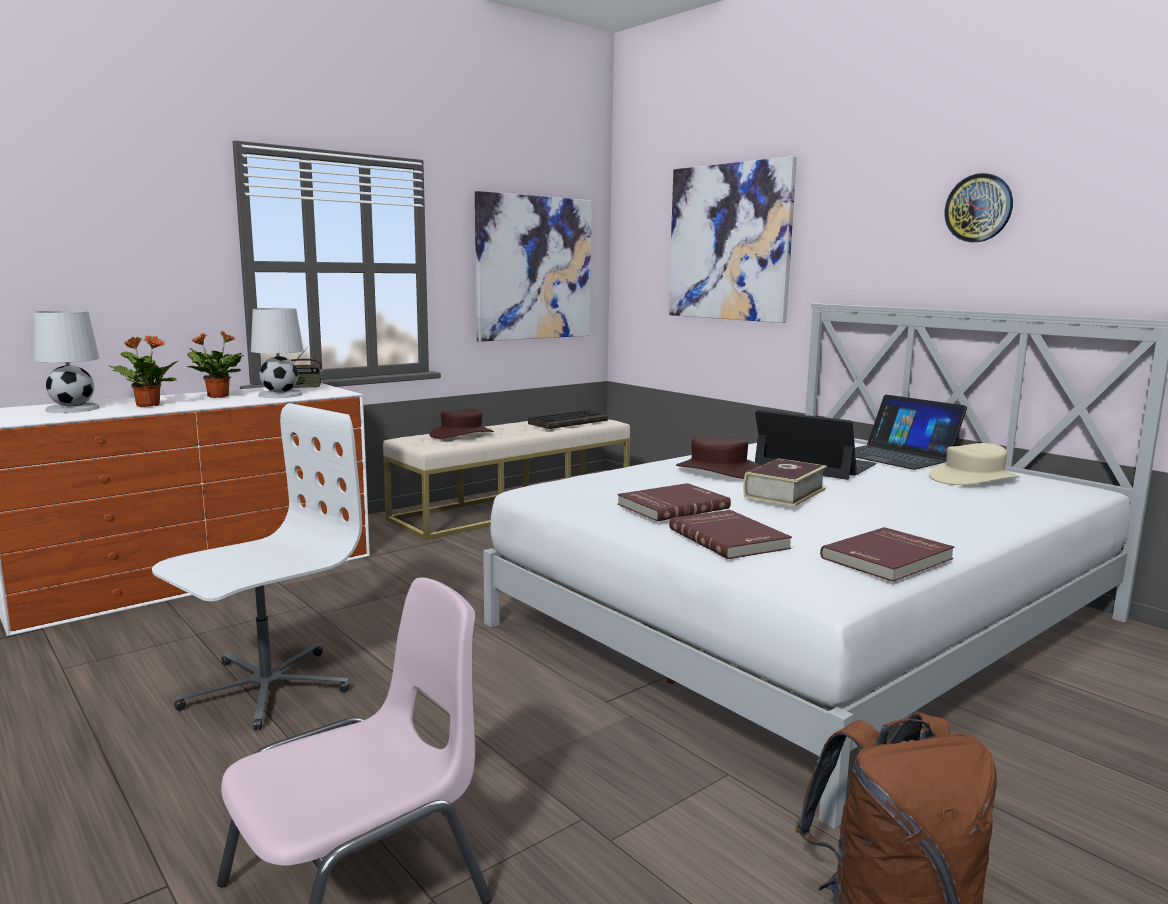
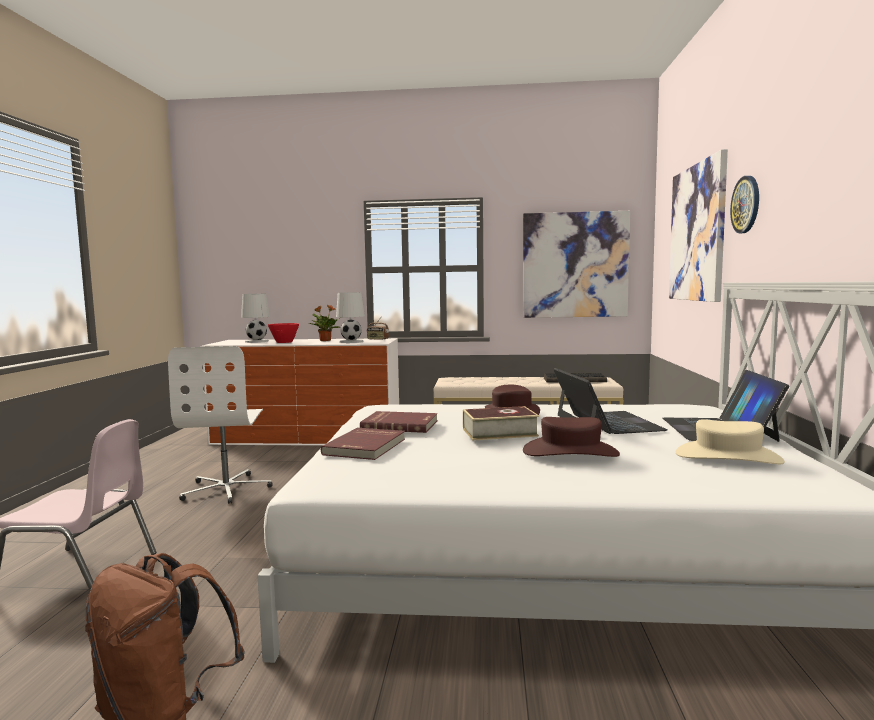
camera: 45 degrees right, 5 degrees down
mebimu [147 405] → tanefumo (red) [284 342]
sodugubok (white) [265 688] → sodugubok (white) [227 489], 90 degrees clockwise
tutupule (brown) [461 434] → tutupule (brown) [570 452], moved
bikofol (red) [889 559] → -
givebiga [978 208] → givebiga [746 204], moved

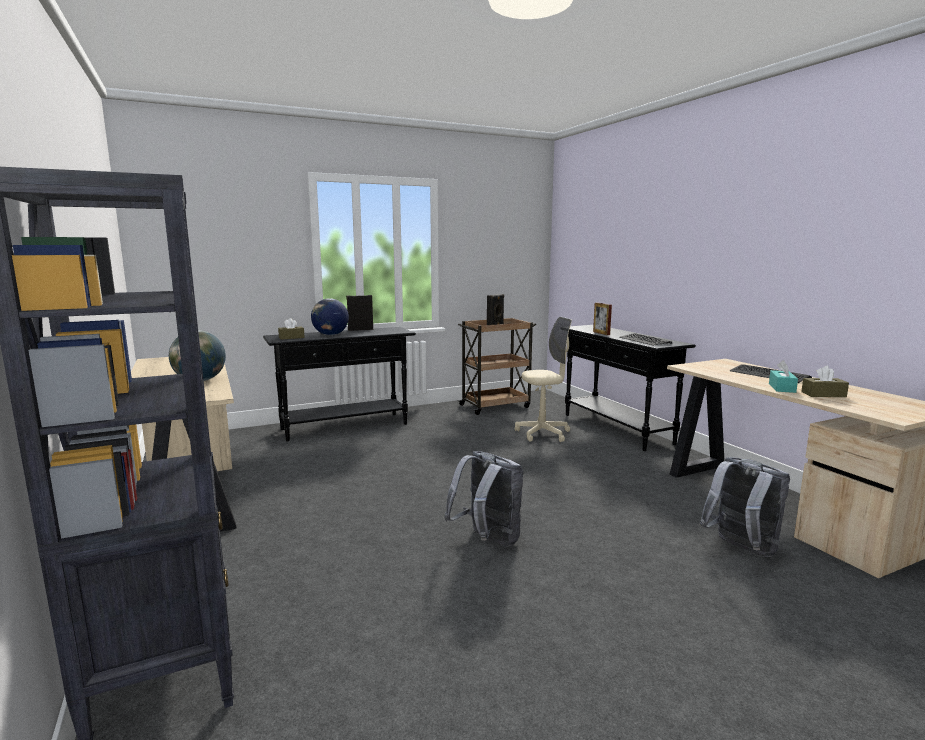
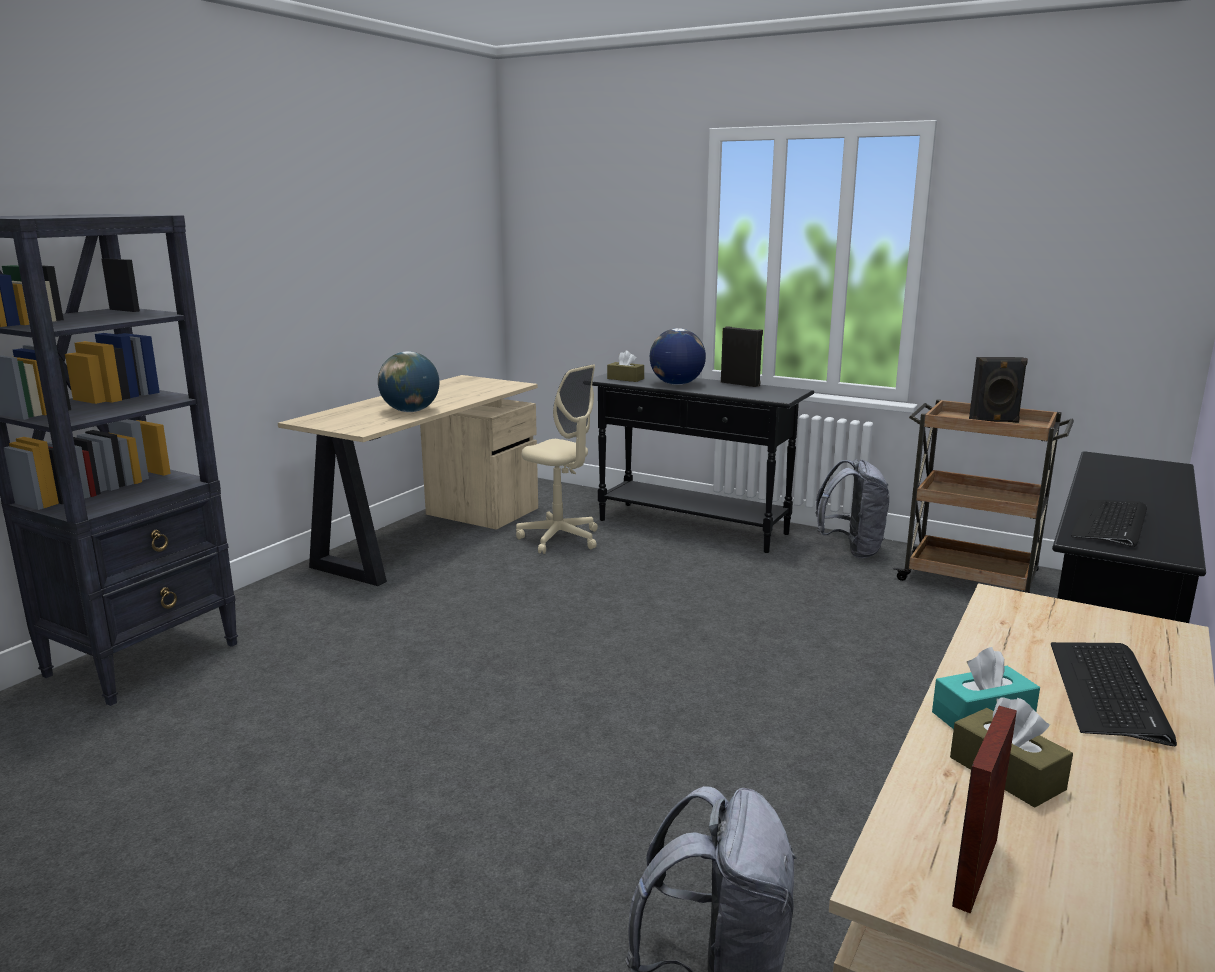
camera: 55 degrees right, 5 degrees up
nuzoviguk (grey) [487 540] → nuzoviguk (grey) [851 550], moved
sodugubok (beige) [543 434] → sodugubok (beige) [560 539], moved
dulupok [601 333] → dulupok [975 871], moved

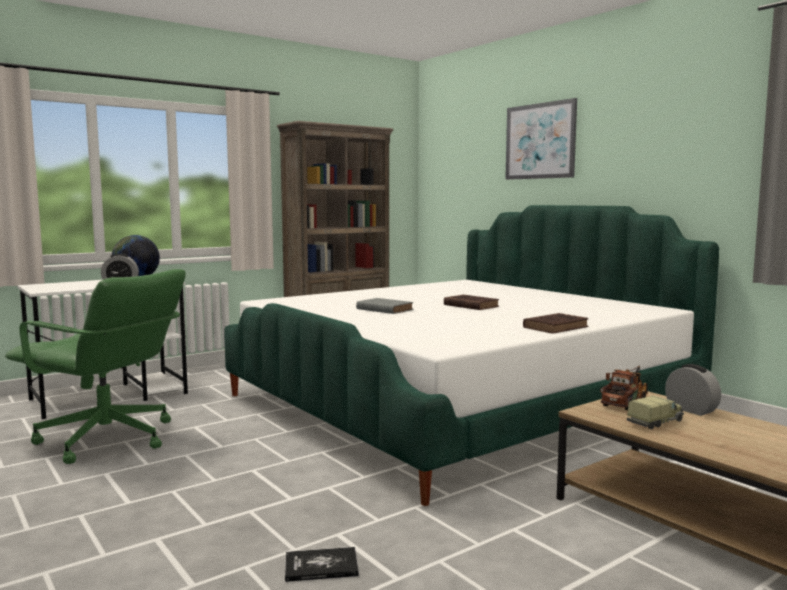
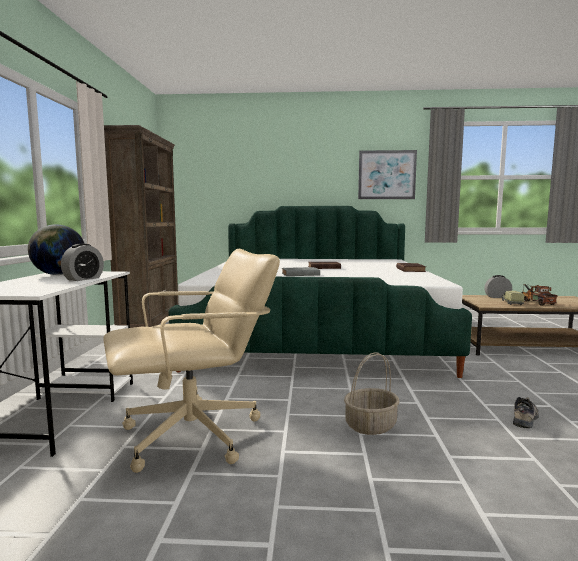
camera: 50 degrees left, 0 degrees up
sodugubok (green) [107 440] → sodugubok (beige) [194 435]
bikofol [321 566] → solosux [526 418]
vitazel [540 141] → vitazel [386 175], moved
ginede [626 401] → ginede [536 302], moved
- → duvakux [370 425]

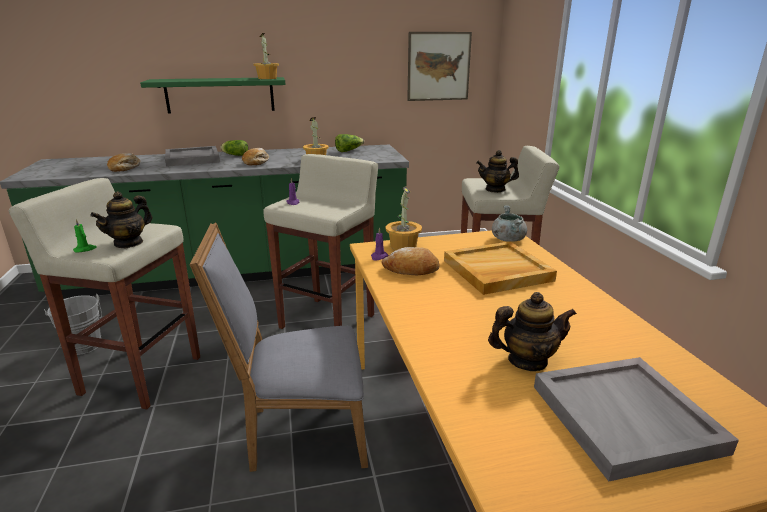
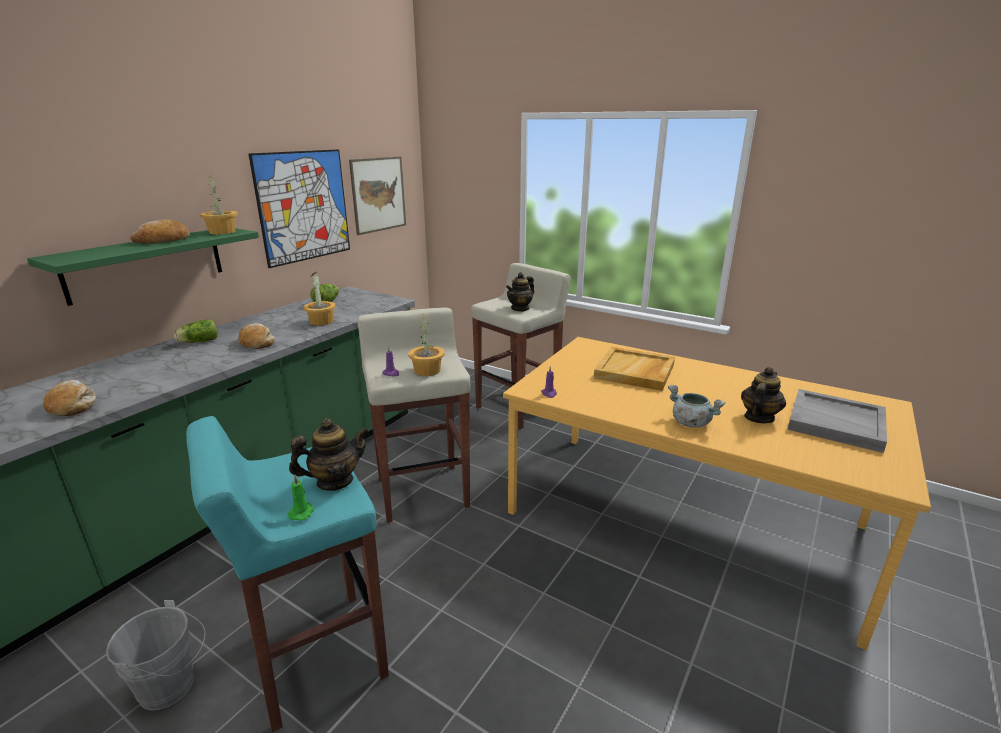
camera: 45 degrees left, 0 degrees up
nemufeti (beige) [140 375] → nemufeti (turquoise) [315 657]
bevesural [129 243] → bevesural [334 481], 105 degrees counterclockwise
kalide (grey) [192 159] → -
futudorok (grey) [300 432] → -
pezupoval [411 269] → pezupoval [163 240], moved
mebimu [402 245] → mebimu [427 370], moved
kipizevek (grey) [508 239] → kipizevek (grey) [690 423], moved
- → vitazel [304 206]

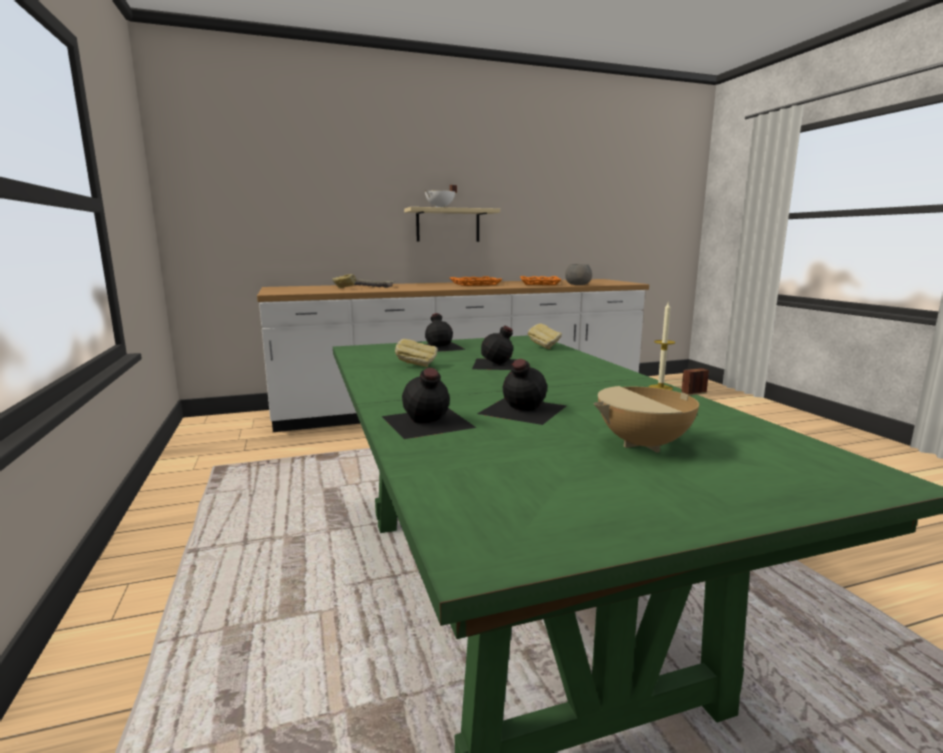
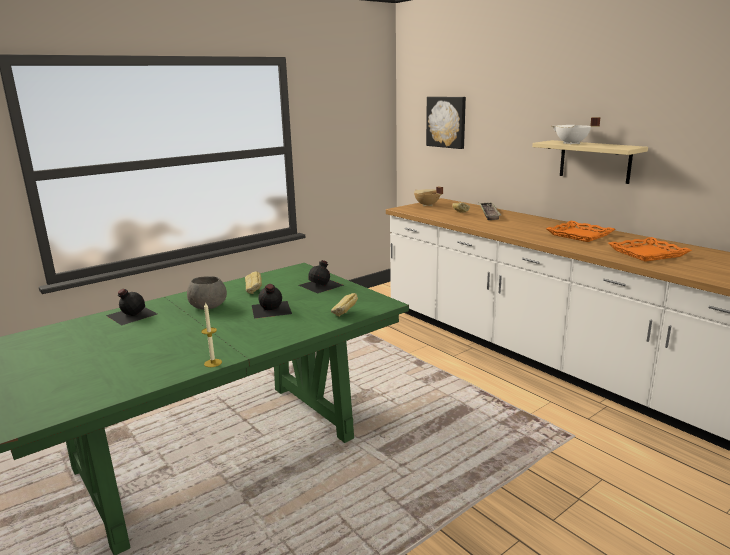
camera: 70 degrees right, 5 degrees up
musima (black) [521 409] → -
tanefumo (grey) [577 284] → tanefumo (grey) [207 306], moved
kipizevek (beige) [645 445] → kipizevek (beige) [427 205], moved
- → vitazel [447 122]

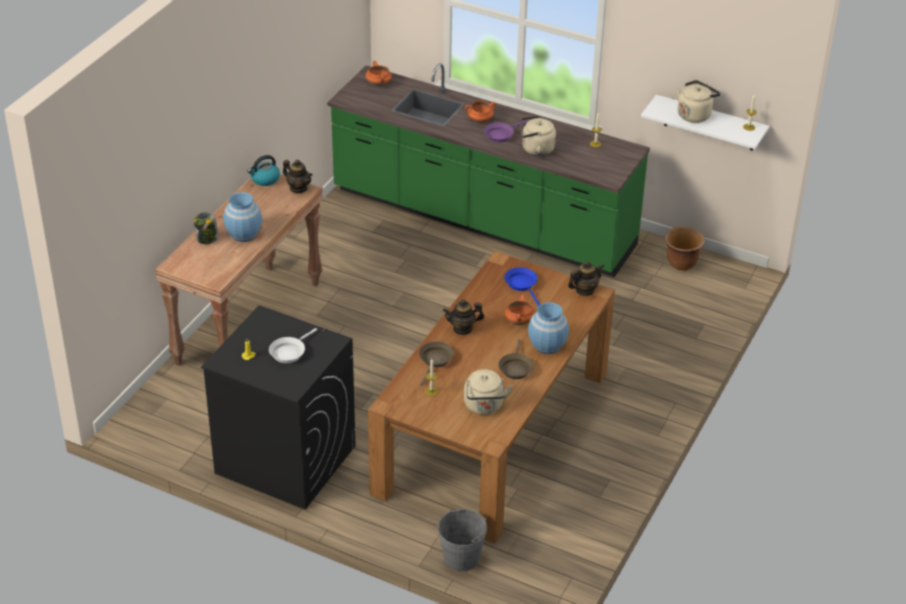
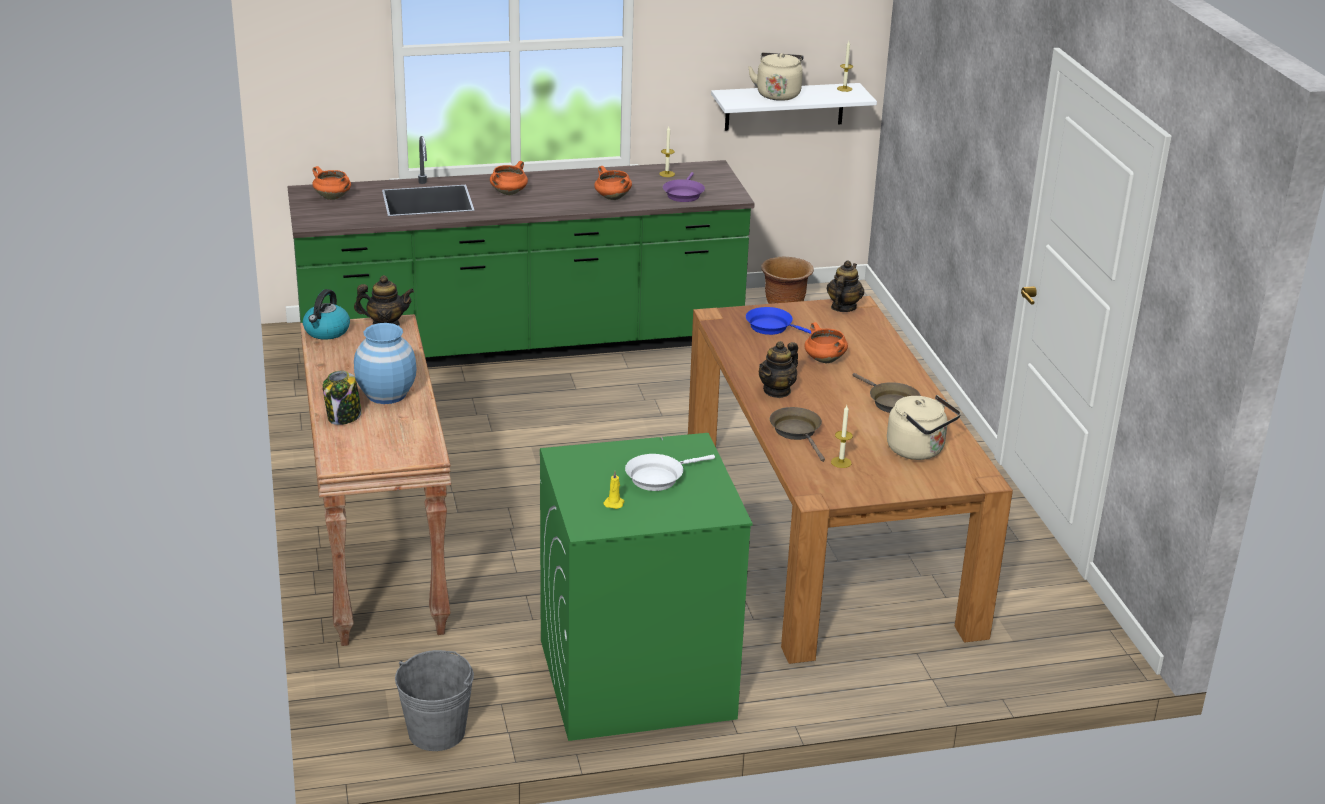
camera: 40 degrees left, 10 degrees down
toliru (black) [284 459] → toliru (green) [635 679]
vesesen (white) [289 352] → vesesen (white) [658 477], 60 degrees clockwise
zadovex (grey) [461 558] → zadovex (grey) [437 732], moved
vesesen (purple) [500 135] → vesesen (purple) [683 194], moved
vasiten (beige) [535 149] → kipizevek (orange) [612 198]
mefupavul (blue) [547 345] → -

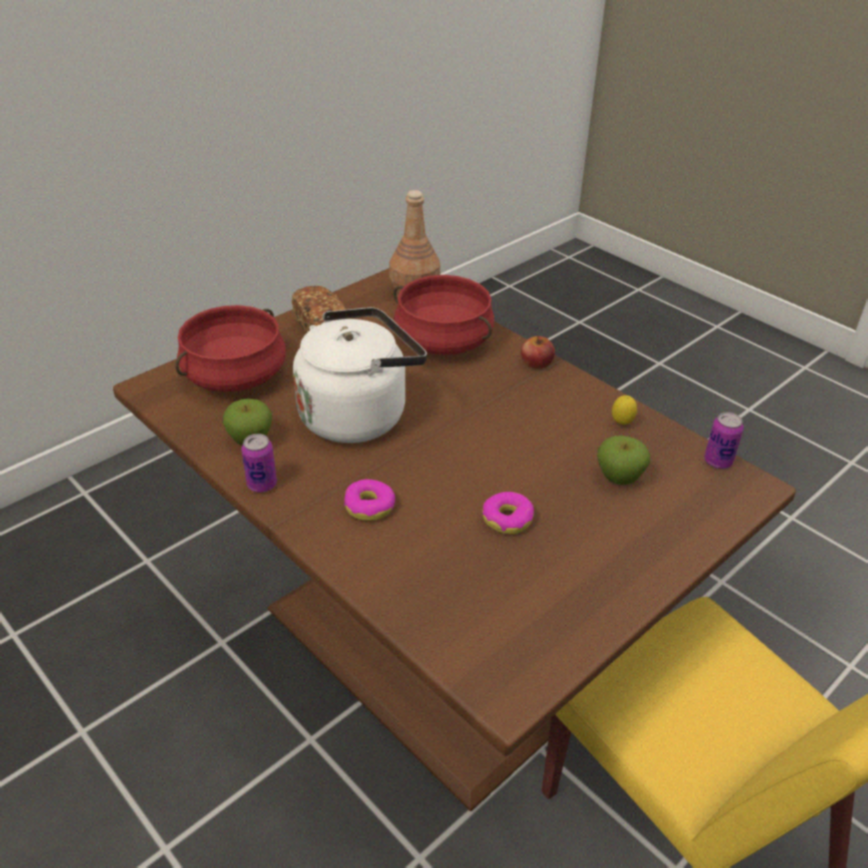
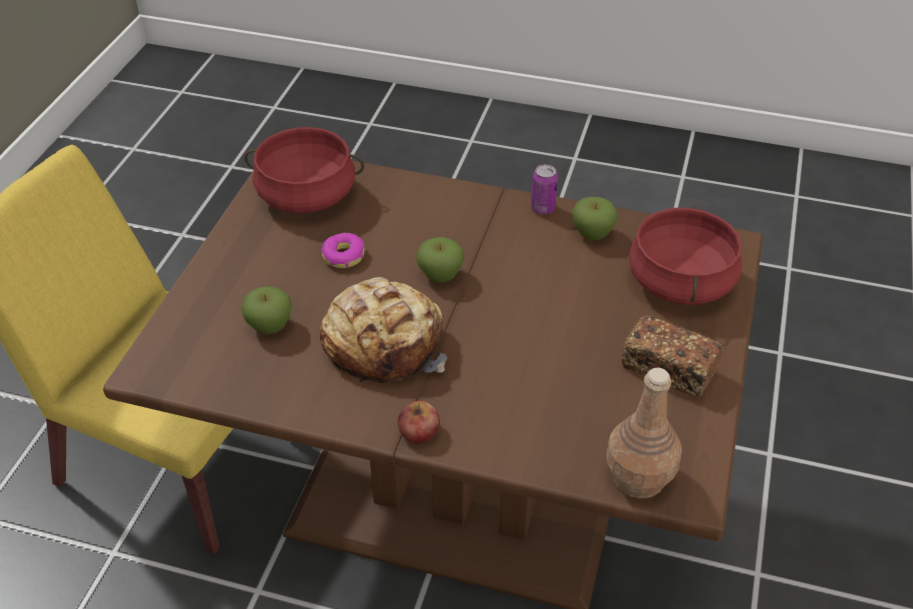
camera: 150 degrees right, 5 degrees up
vasiten (white) [358 414] → -
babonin [369 506] → -
kipizevek (red) [442 342] → kipizevek (red) [307 195], moved
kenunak [621 424] → -
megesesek [718 461] → -
- → pezupoval [384 343]
- → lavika [440 276]

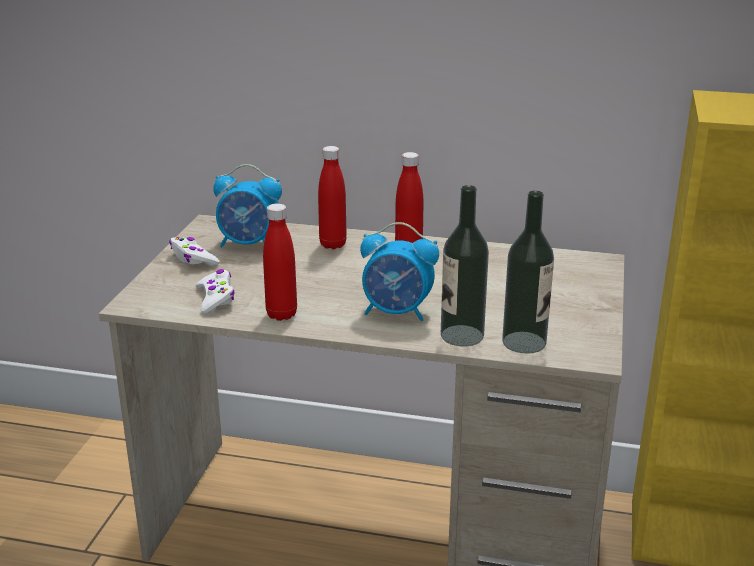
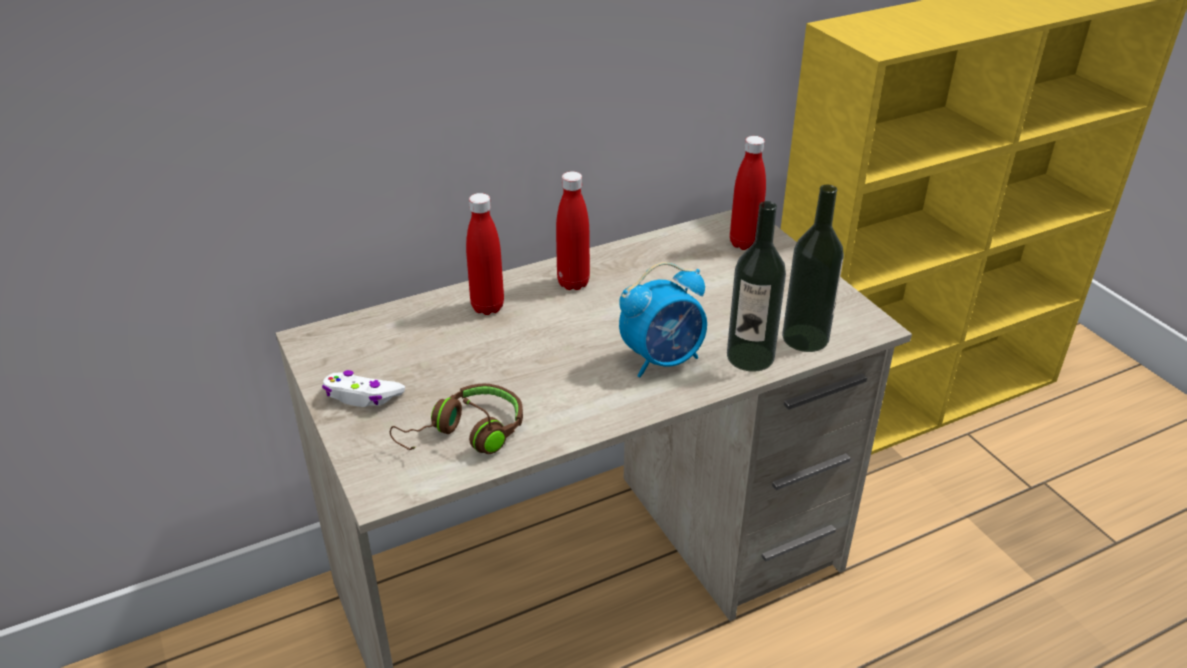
camera: 40 degrees left, 10 degrees up
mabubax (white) [216 298] → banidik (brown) [466 435]
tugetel [249 244] → -
musima (red) [281 314] → musima (red) [744 243], moved

